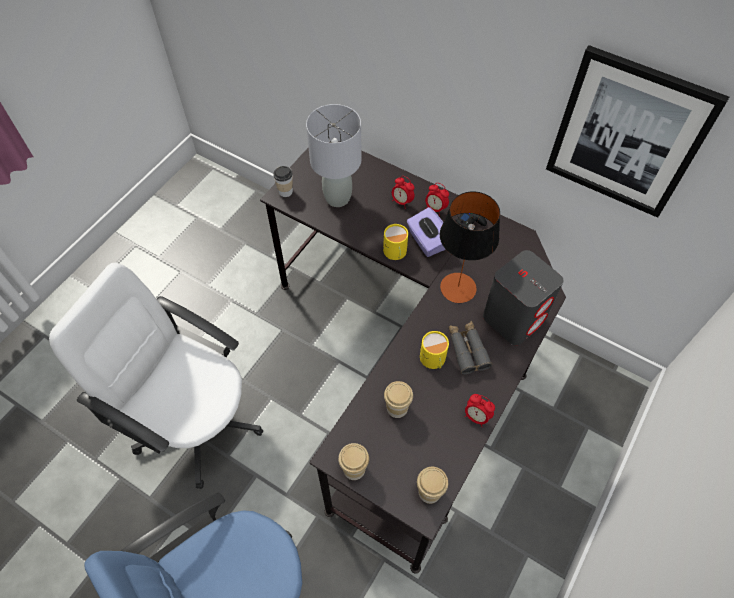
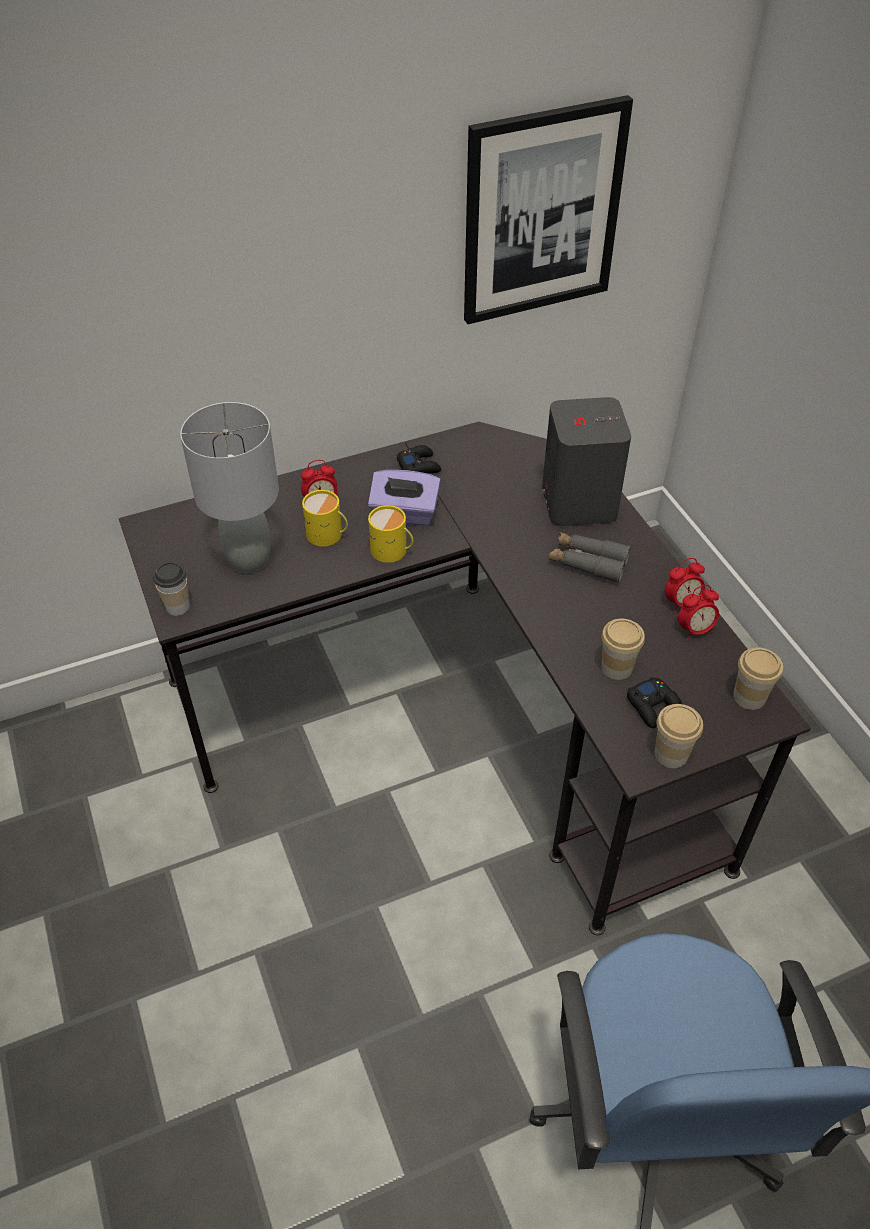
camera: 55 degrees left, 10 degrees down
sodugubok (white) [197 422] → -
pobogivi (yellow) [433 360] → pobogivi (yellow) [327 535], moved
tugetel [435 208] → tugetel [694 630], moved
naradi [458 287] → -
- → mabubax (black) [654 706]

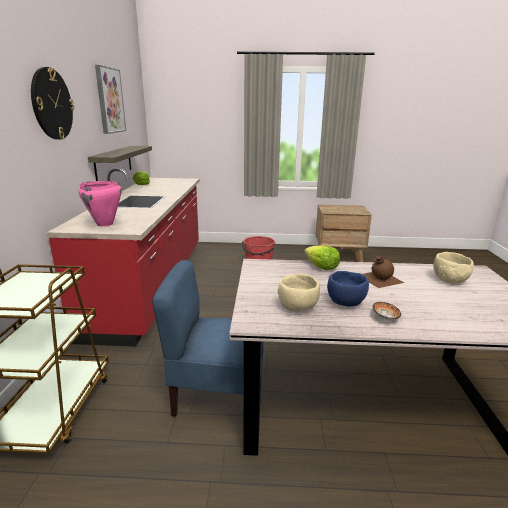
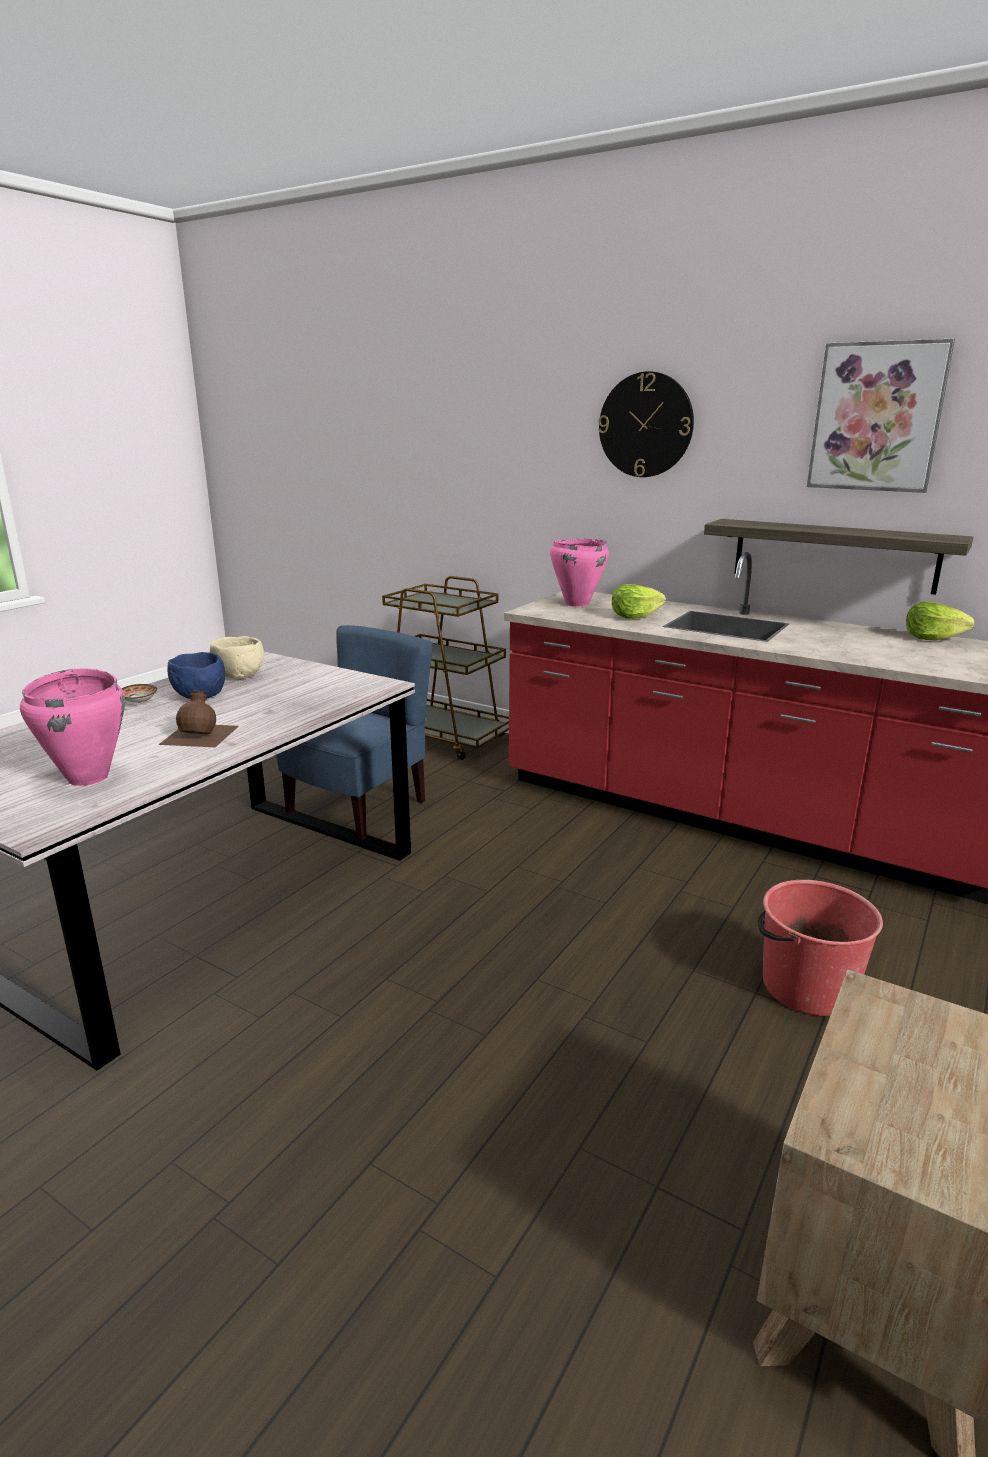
camera: 120 degrees right, 0 degrees up
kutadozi [321 267] → kutadozi [634 616], moved
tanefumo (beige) [448 280] → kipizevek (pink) [89 777]

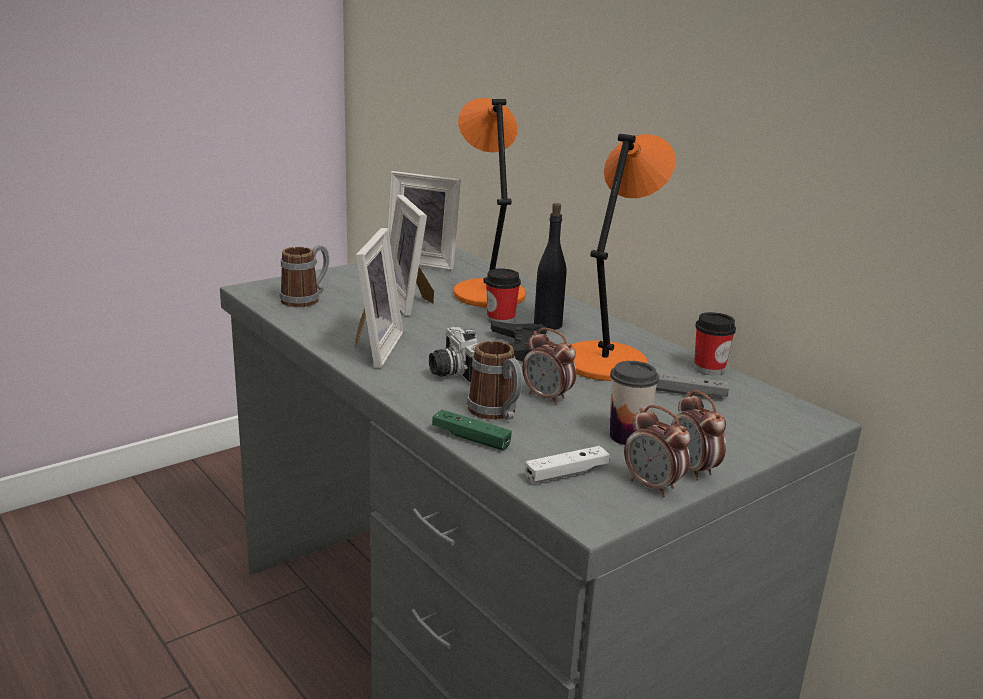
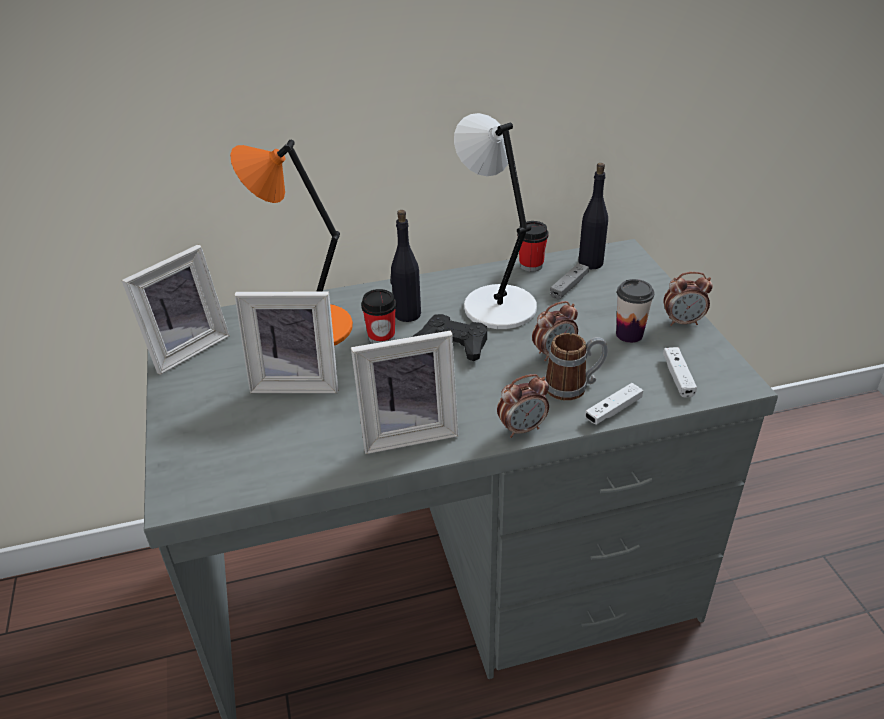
camera: 65 degrees left, 15 degrees up
pobogivi [306 299] → -
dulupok [372 348] → dulupok [408 431], 135 degrees clockwise
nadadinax [451 373] → -
mabubax (green) [471 438] → mabubax (white) [613 410]
naradi (orange) [606 361] → naradi (white) [496 306]
tugetel [653 486] → tugetel [522 429], moved
- → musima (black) [590 263]

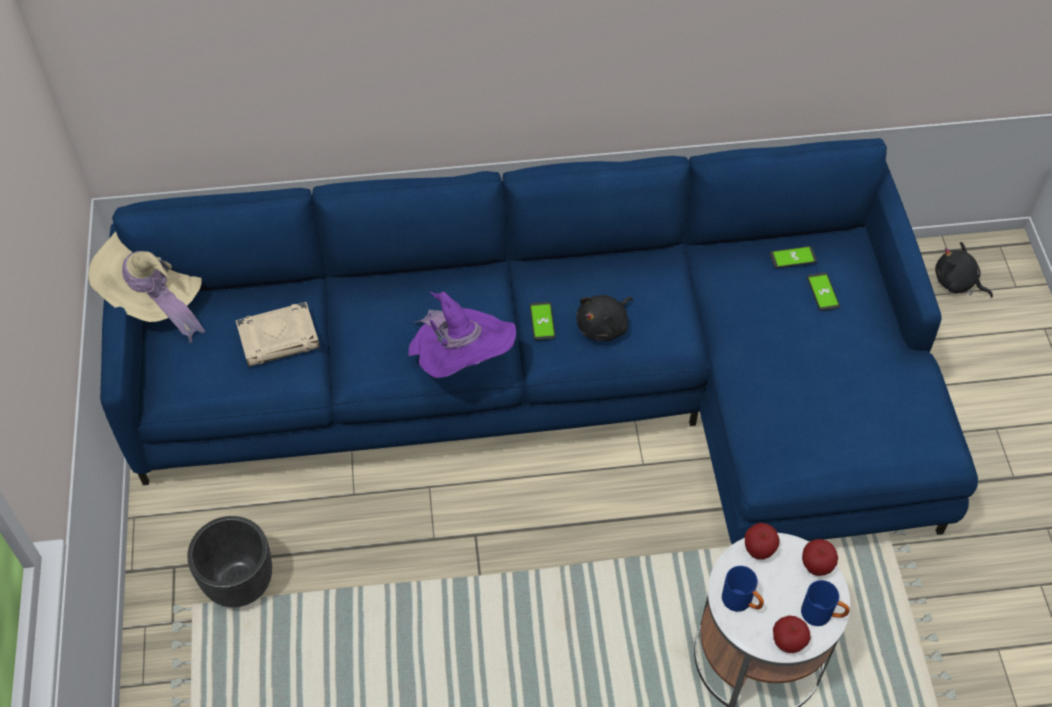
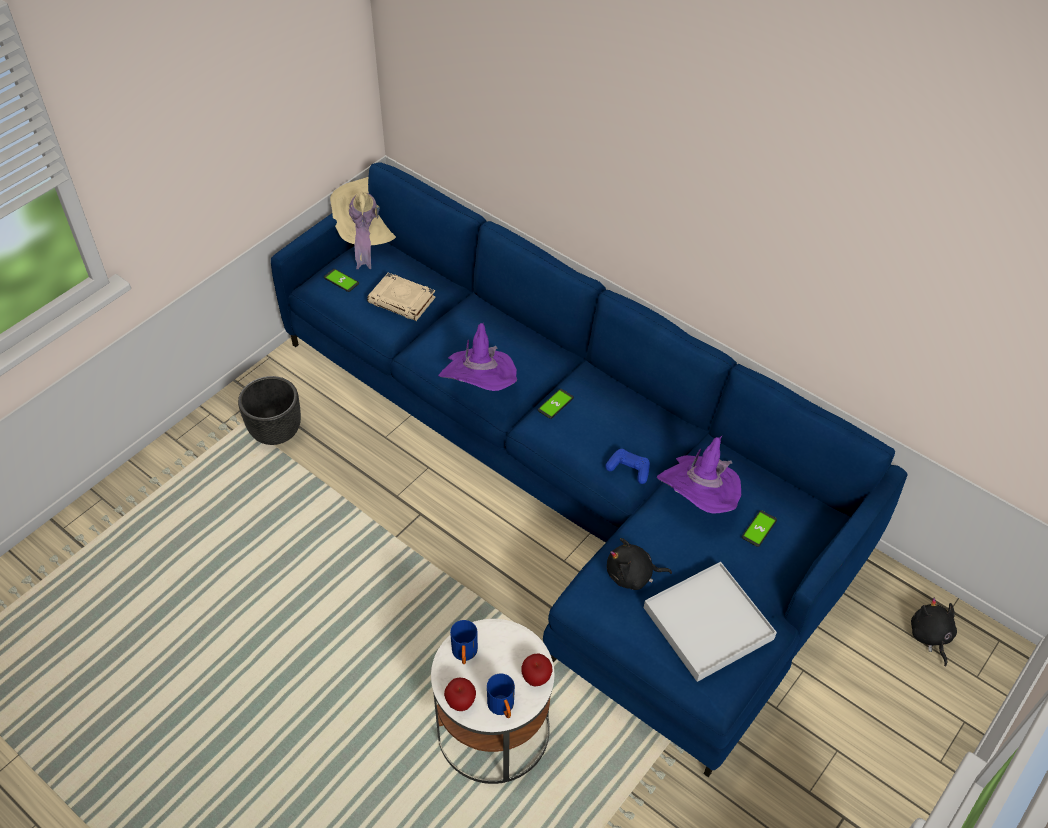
camera: 45 degrees right, 5 degrees down
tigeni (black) [604 326] → tigeni (black) [632 575], moved
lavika [758 550] → -
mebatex [793 258] → mebatex [341 281], moved
- → mabubax (blue) [629 469]
- → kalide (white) [708 623]
- → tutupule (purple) [699 500]

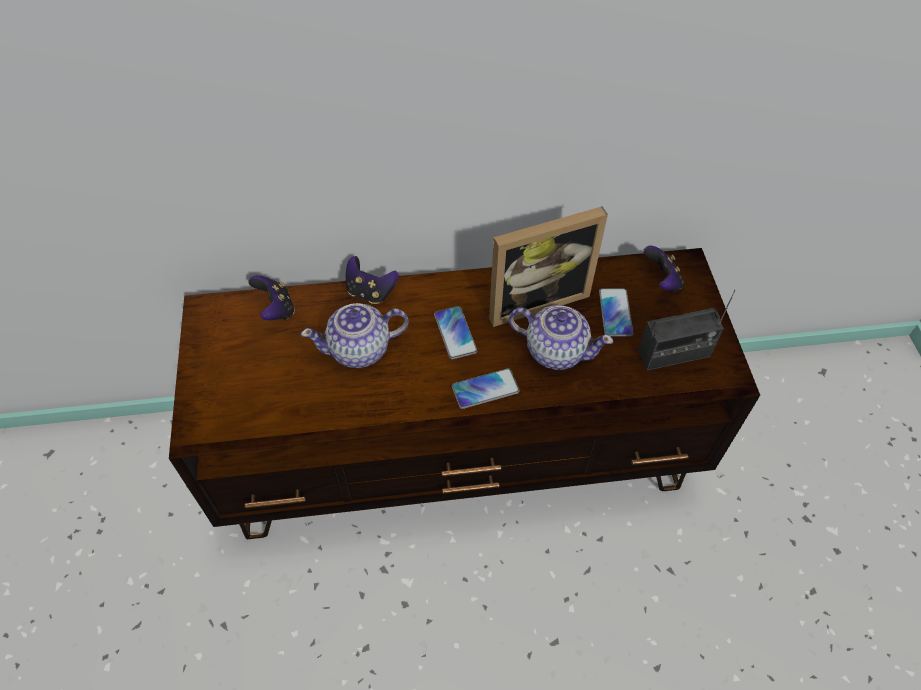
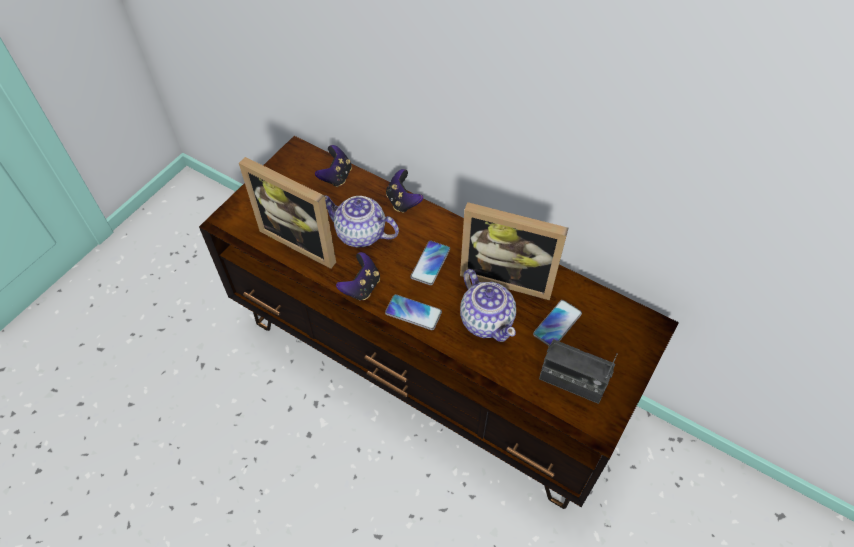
camera: 40 degrees right, 0 degrees up
mabubax [662 281] → mabubax [361 287], moved
- → dulupok [303 239]

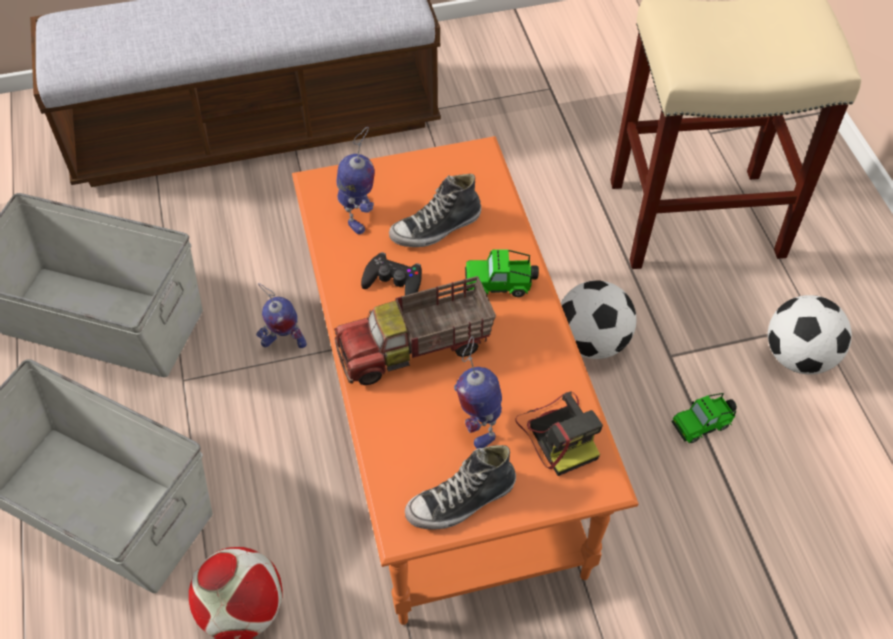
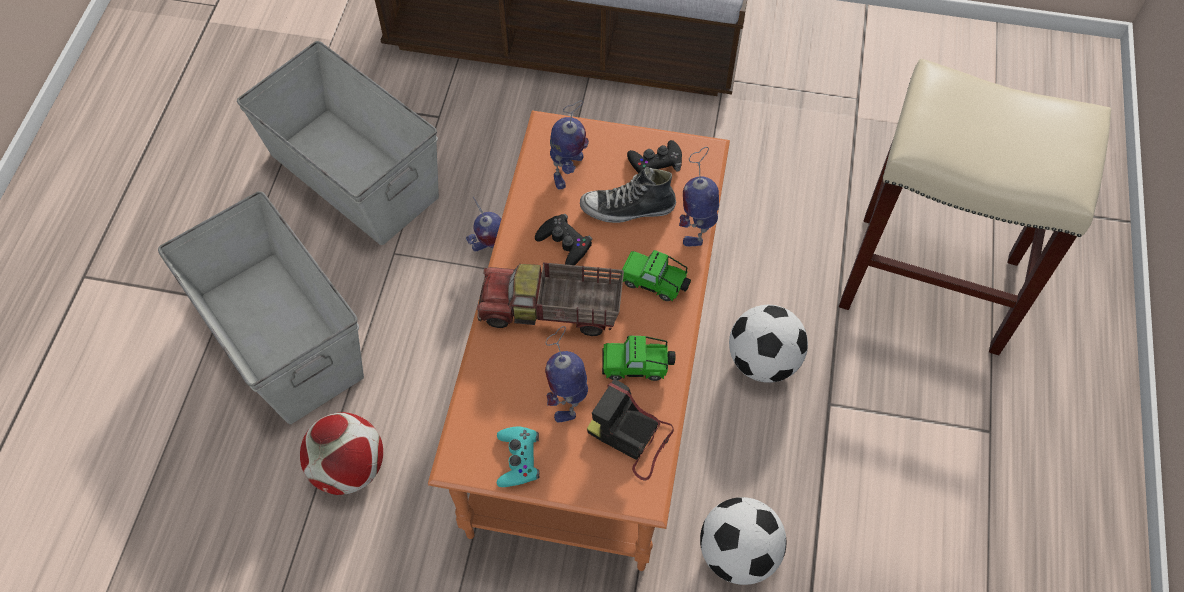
camera: 25 degrees right, 5 degrees up
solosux [461 501] → mabubax (turquoise) [518 459]
nadadinax [559 433] → nadadinax [631 437], 120 degrees clockwise
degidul [703 424] → degidul [638 366], moved
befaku [798 356] → befaku [738 553], moved
- → mabubax (black) [655 163]
- → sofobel [697 227]

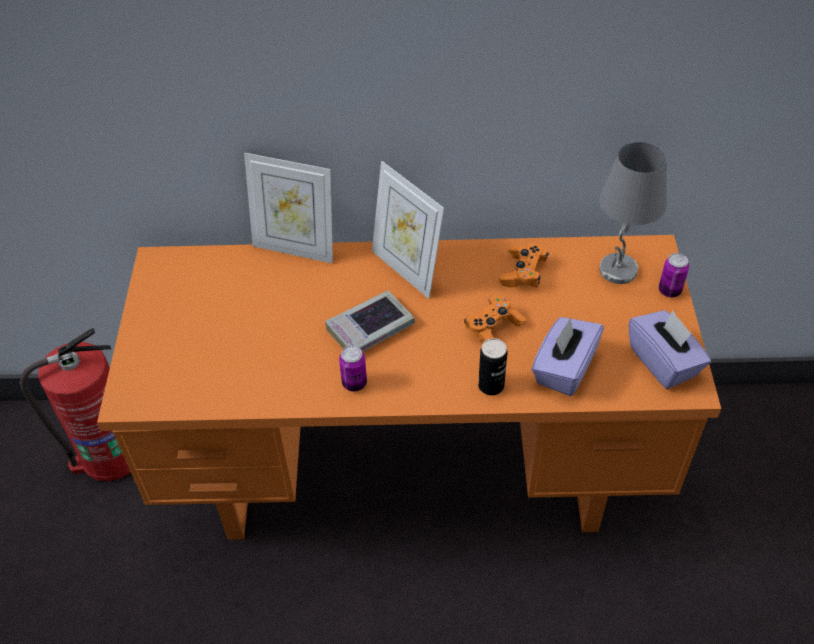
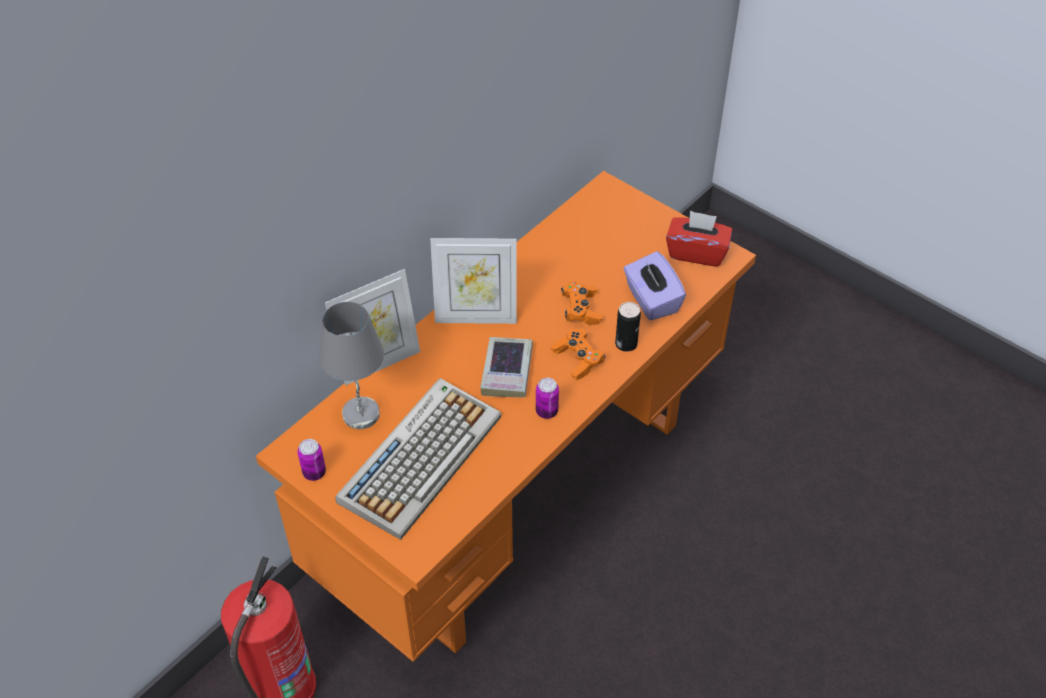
camera: 50 degrees left, 0 degrees up
mabubax (orange) [523 273] → mabubax (orange) [578 359], moved
naradi (grey) [618 271] → naradi (grey) [362 415], moved
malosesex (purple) [663 362] → malosesex (red) [696 252]
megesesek [669 291] → megesesek [314 473], moved
- → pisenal [420 457]

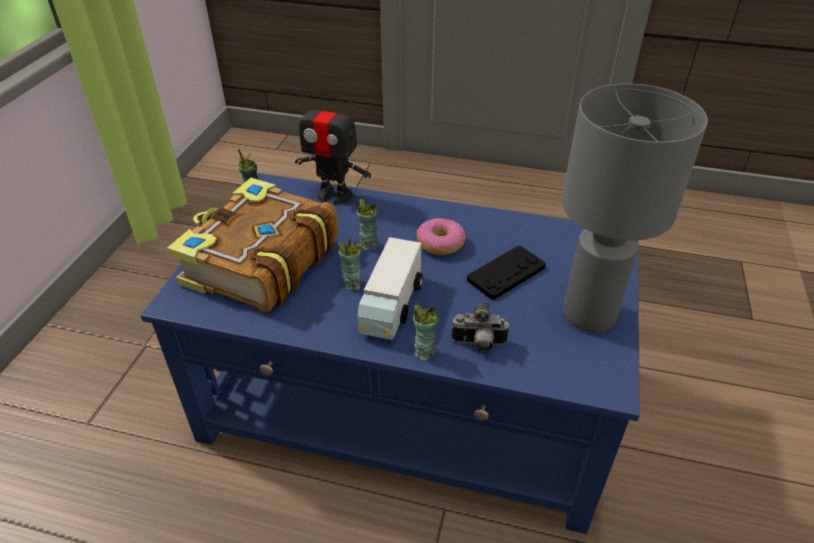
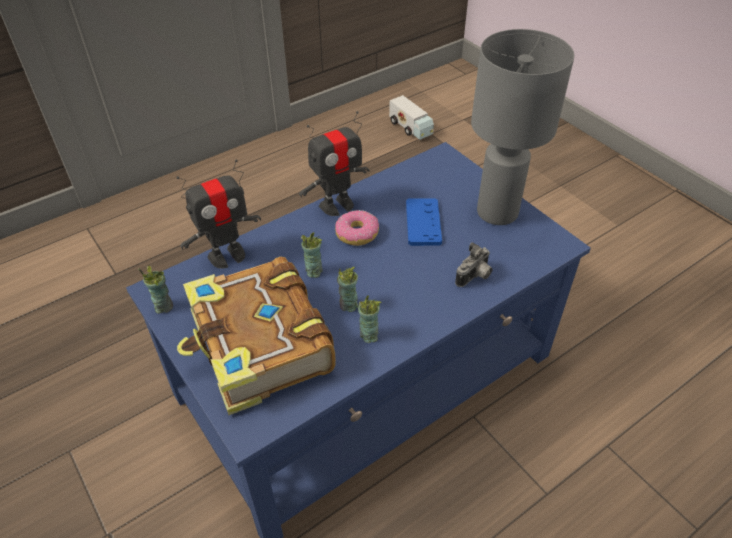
camera: 50 degrees left, 5 degrees up
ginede [391 306] → ginede [410 128], moved
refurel [424 352] → refurel [368 335], moved
mabubax (black) [506 273] → mabubax (blue) [423 223]
- → sofobel [337 205]

